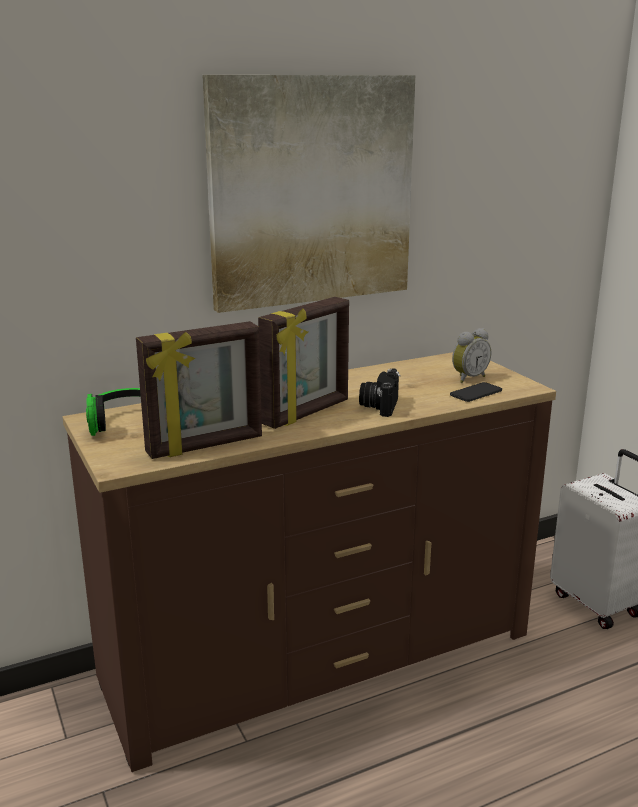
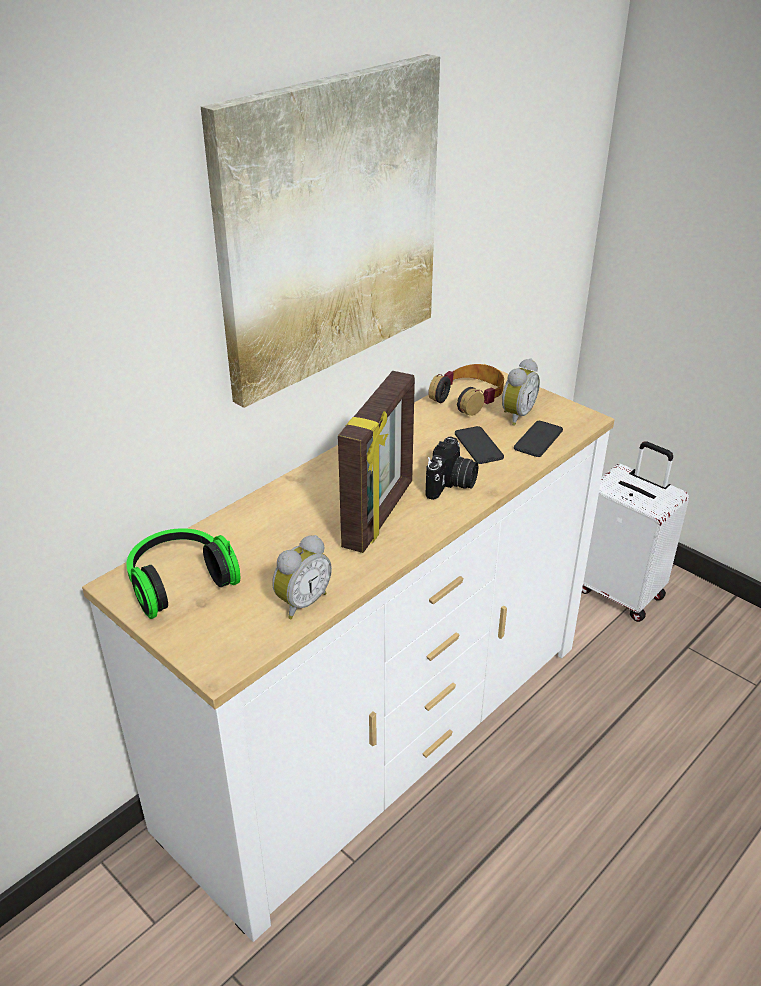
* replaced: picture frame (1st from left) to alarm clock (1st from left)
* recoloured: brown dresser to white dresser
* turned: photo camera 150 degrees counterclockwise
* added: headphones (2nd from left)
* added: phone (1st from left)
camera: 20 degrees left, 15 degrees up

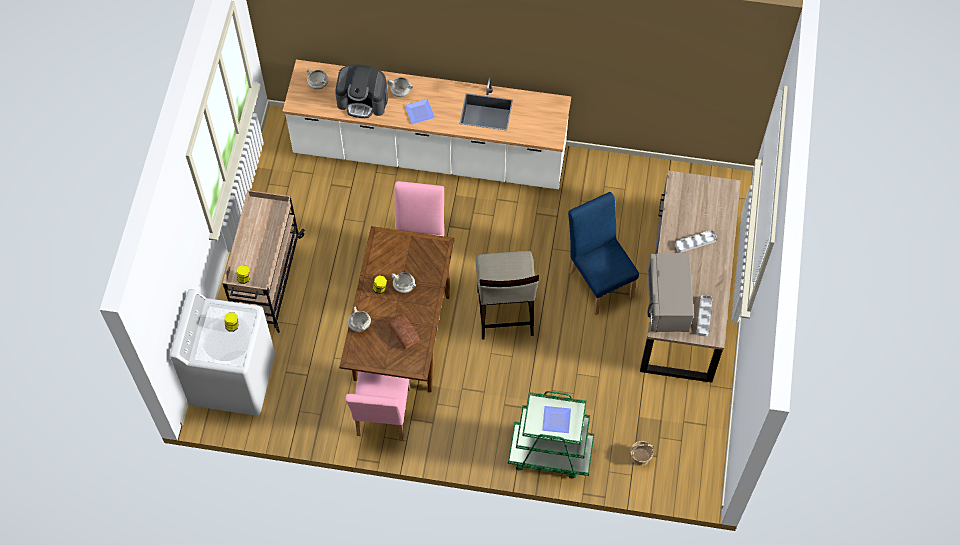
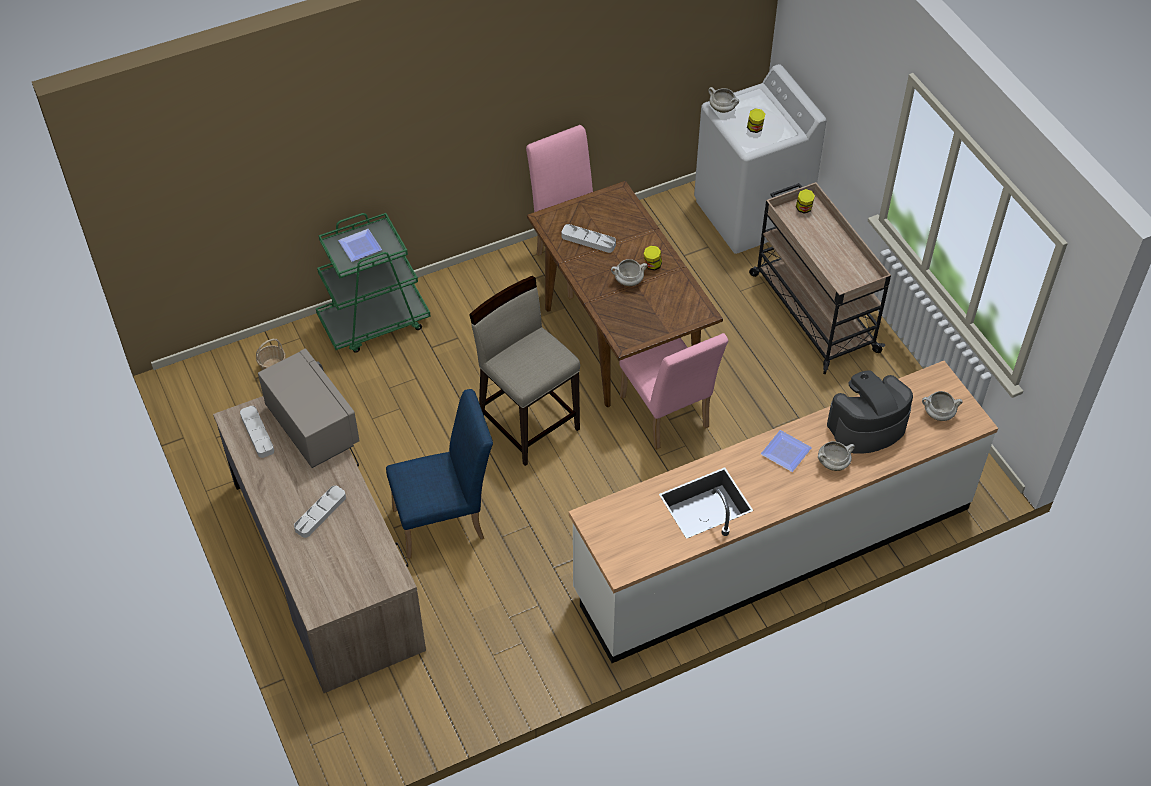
* turned: blue chair 45 degrees counterclockwise
* moved: white cooking pot (2nd from left)
* replaced: bread to grey tray (3rd from left)
camera: 145 degrees right, 10 degrees down

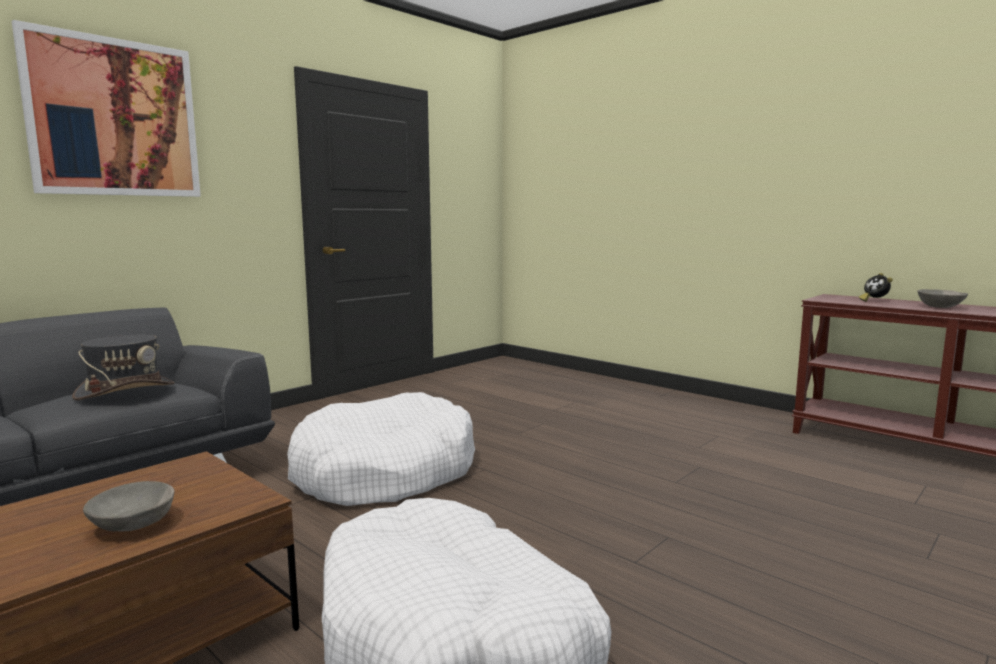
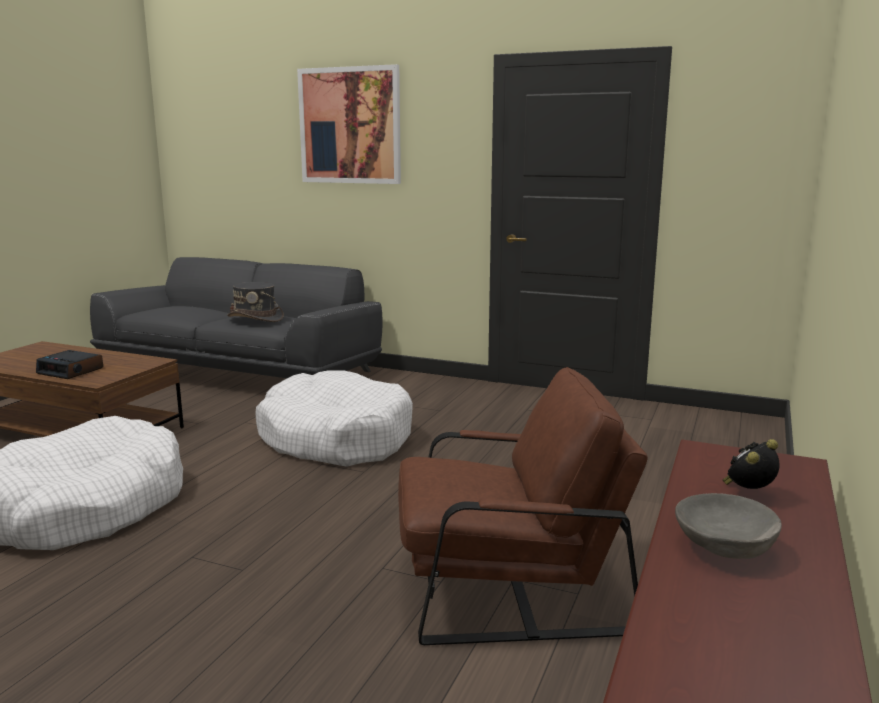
* replaced: grey bowl (1st from left) to alarm clock (1st from left)
* added: brown armchair
camera: 70 degrees right, 5 degrees up

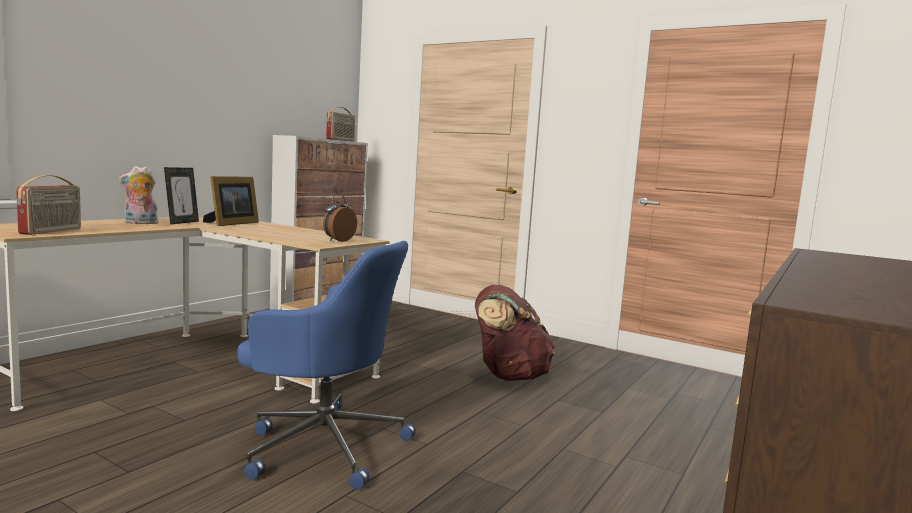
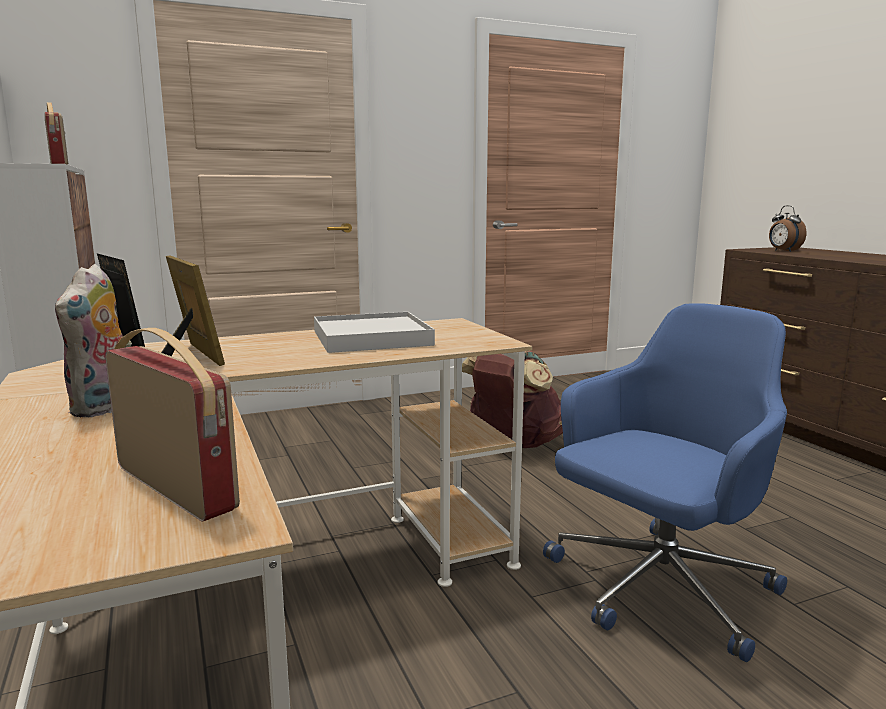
* moved: alarm clock
* added: white tray
camera: 55 degrees left, 5 degrees up

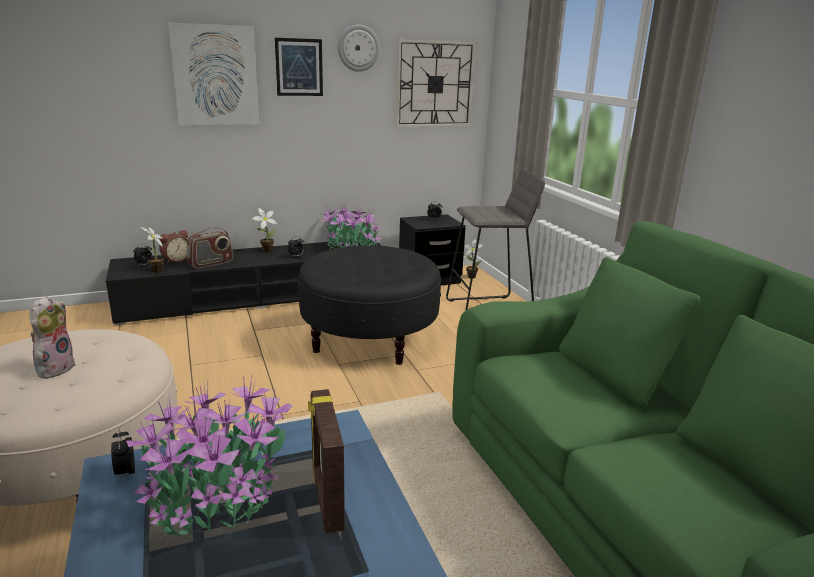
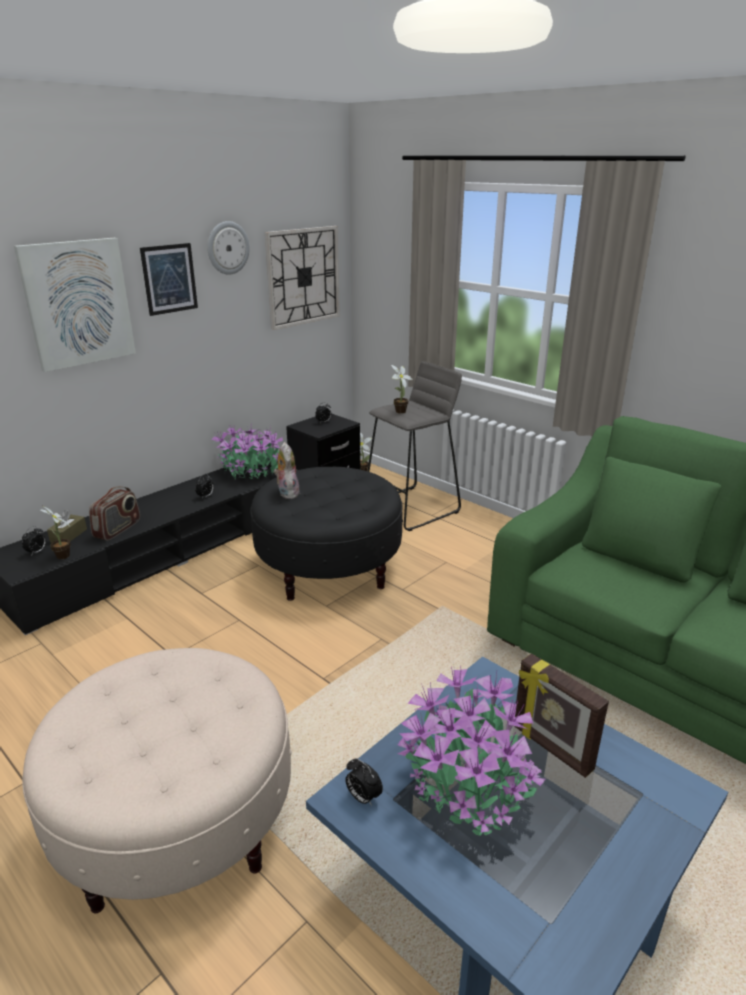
* moved: potted plant (3rd from left in the first image) to potted plant (4th from left)
* replaced: alarm clock (3rd from left) to brown tissue box
* moved: plush toy
camera: 25 degrees left, 5 degrees up

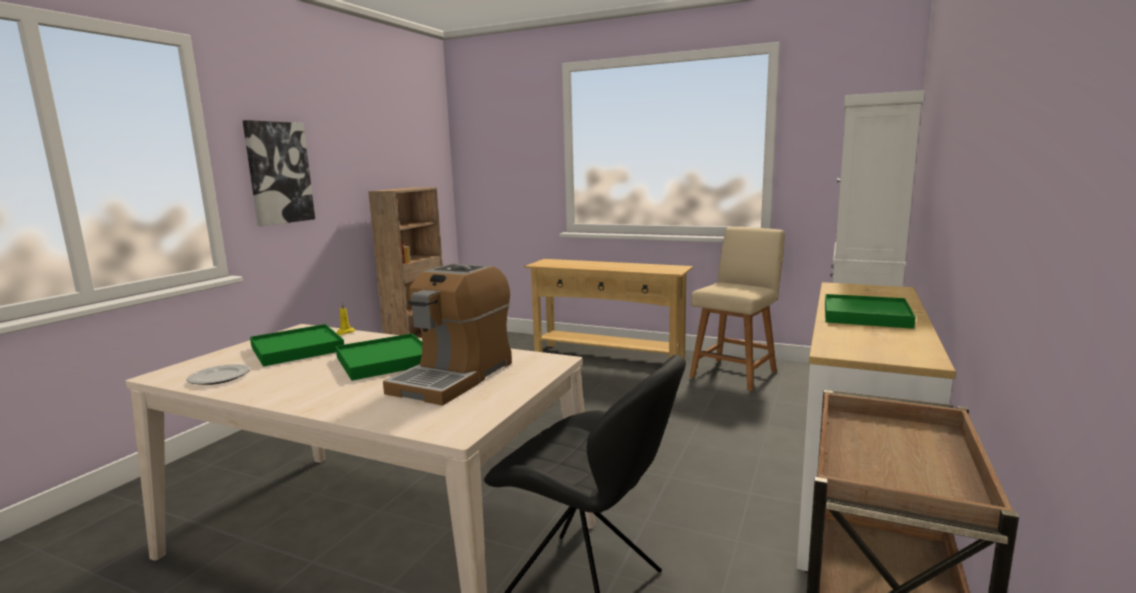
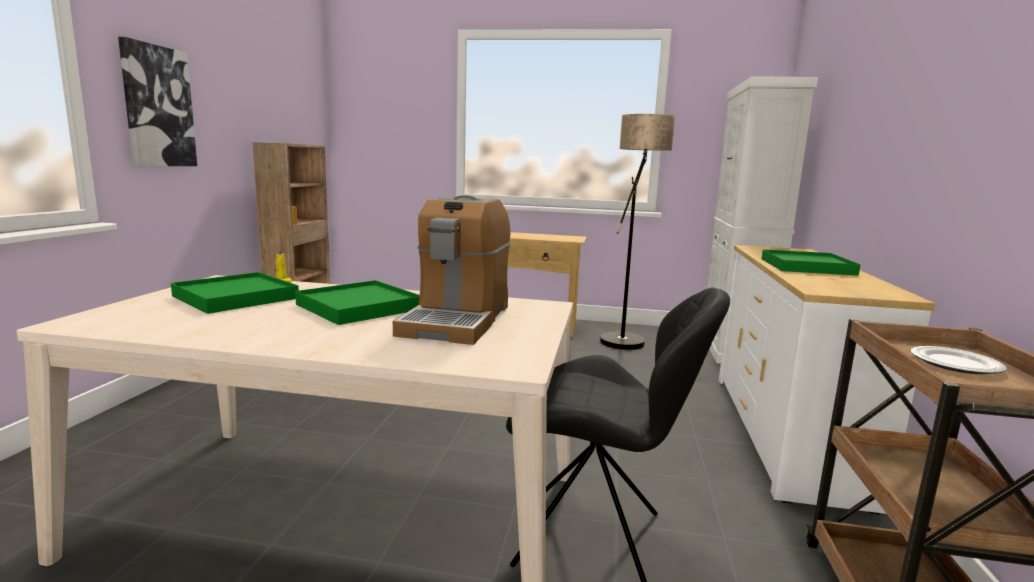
* replaced: beige chair to floor lamp
* moved: plate
camera: 15 degrees left, 0 degrees up

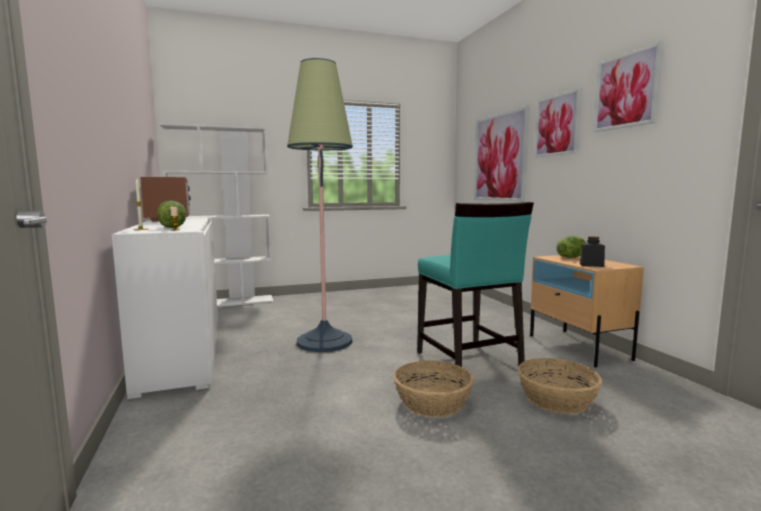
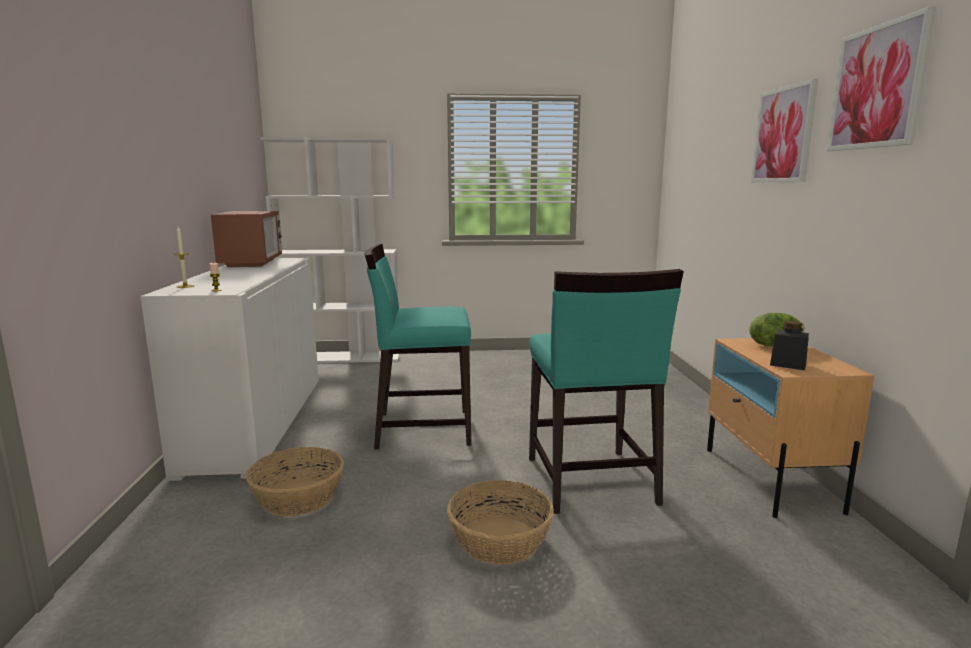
* replaced: floor lamp to turquoise chair (1st from left)
* removed: picture (1st from left)
* removed: lettuce (1st from left)
* moved: basket (2nd from left in the first image) to basket (1st from left)
camera: 15 degrees right, 5 degrees up

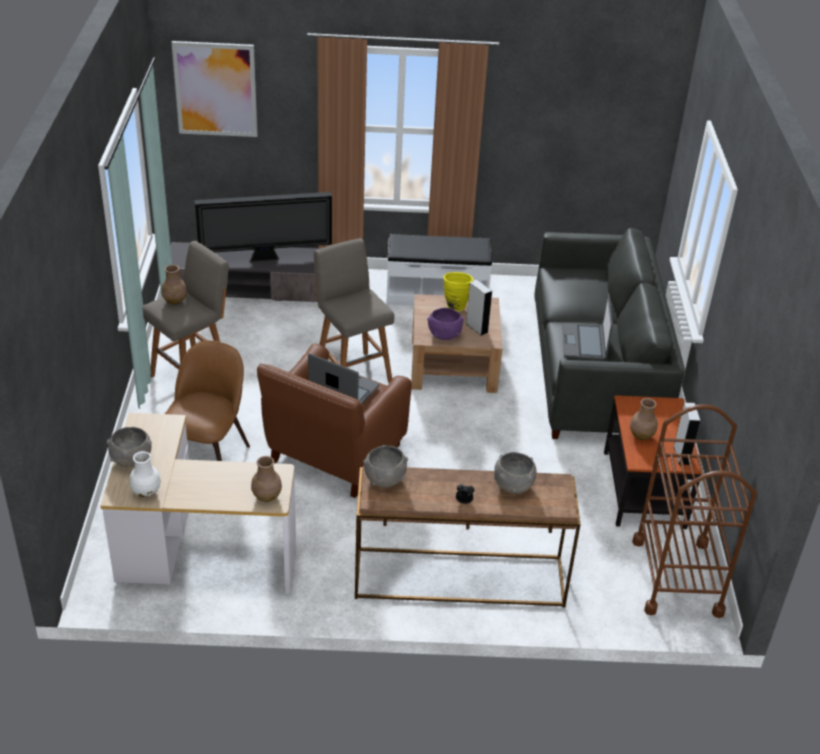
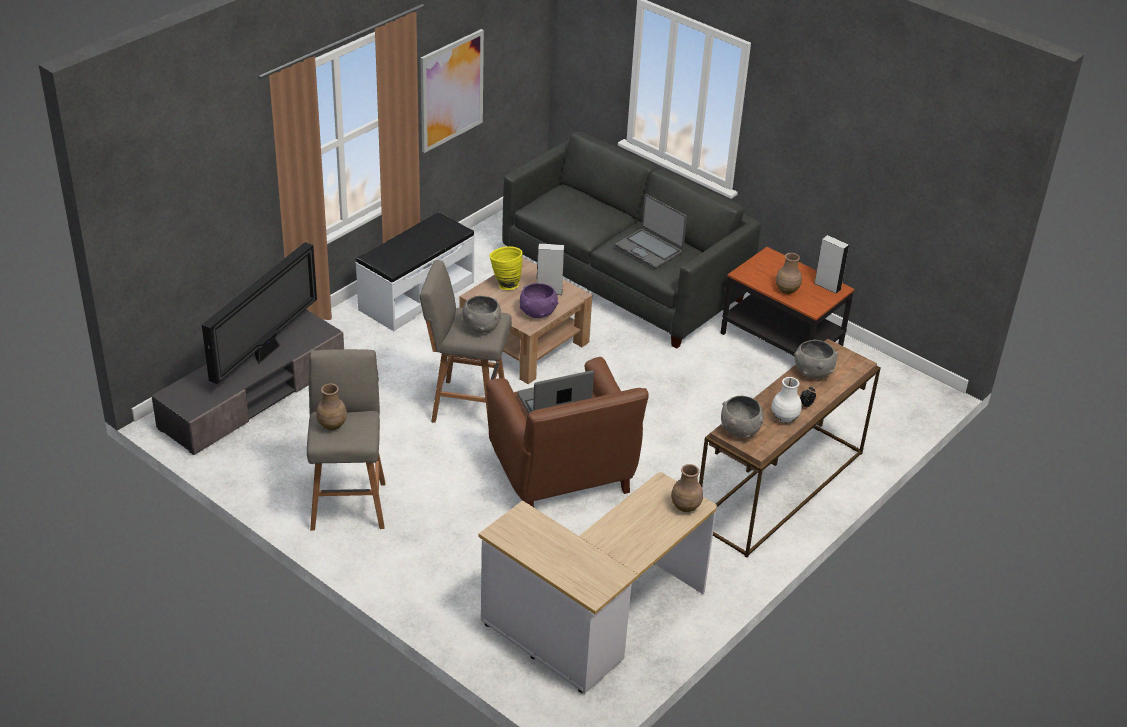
* moved: picture
* removed: brown chair
* removed: brown cart
* moved: grey bowl (1st from left)
* moved: white vase
camera: 50 degrees left, 0 degrees up

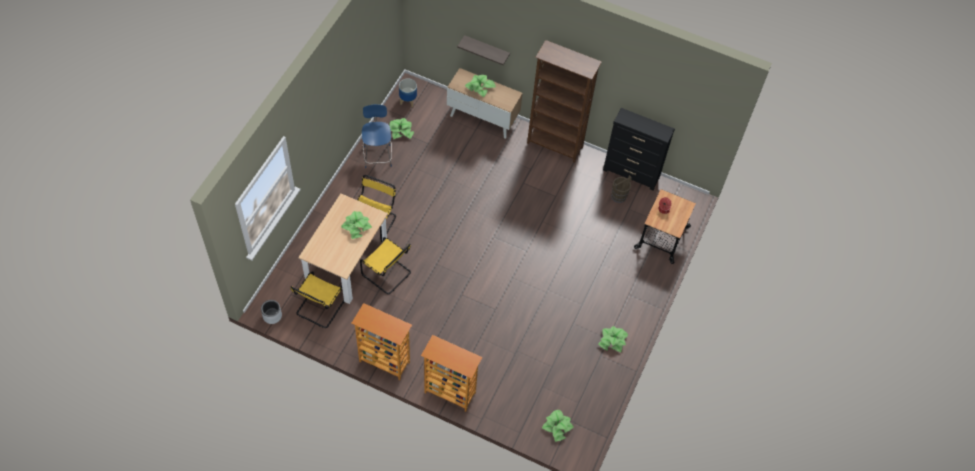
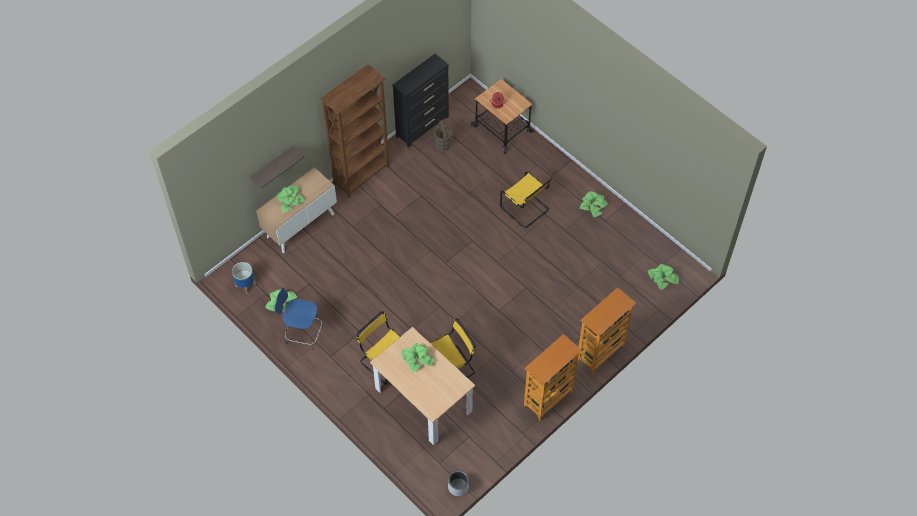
* moved: yellow chair (1st from left in the first image) to yellow chair (3rd from left)
camera: 65 degrees left, 0 degrees up

